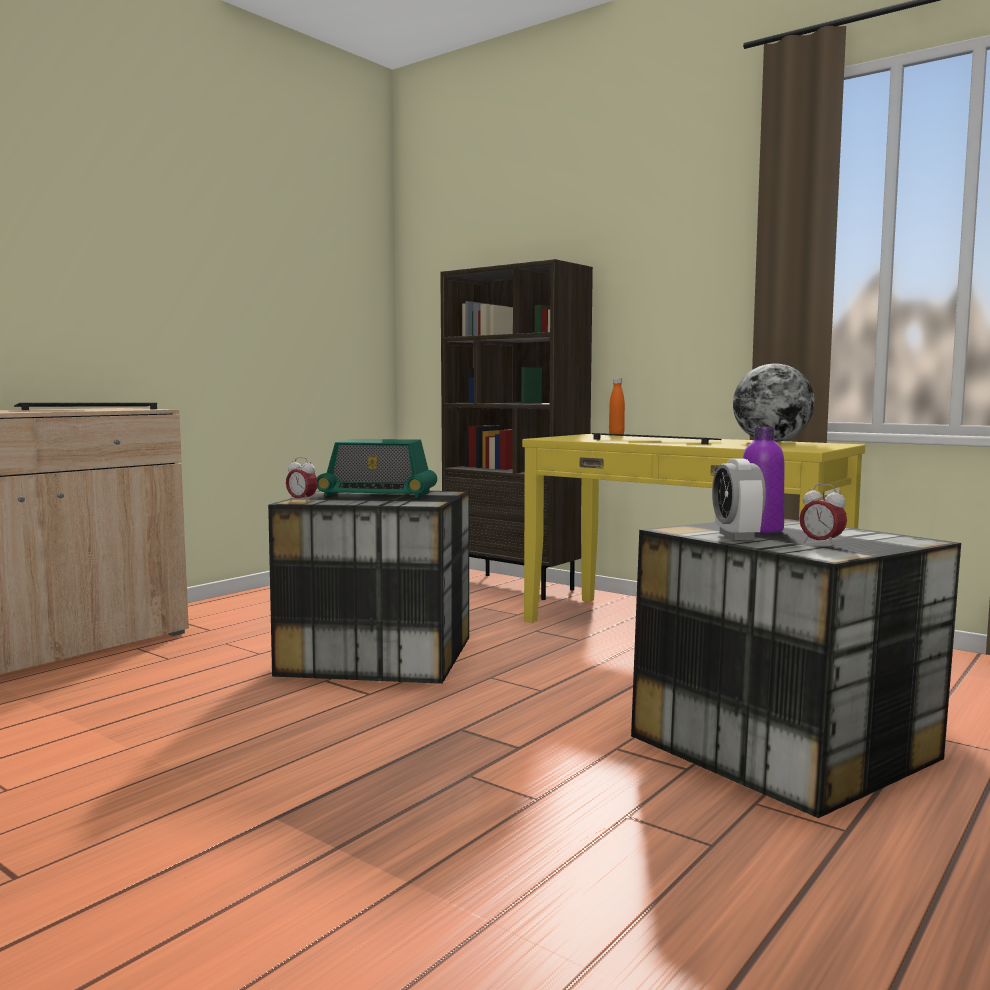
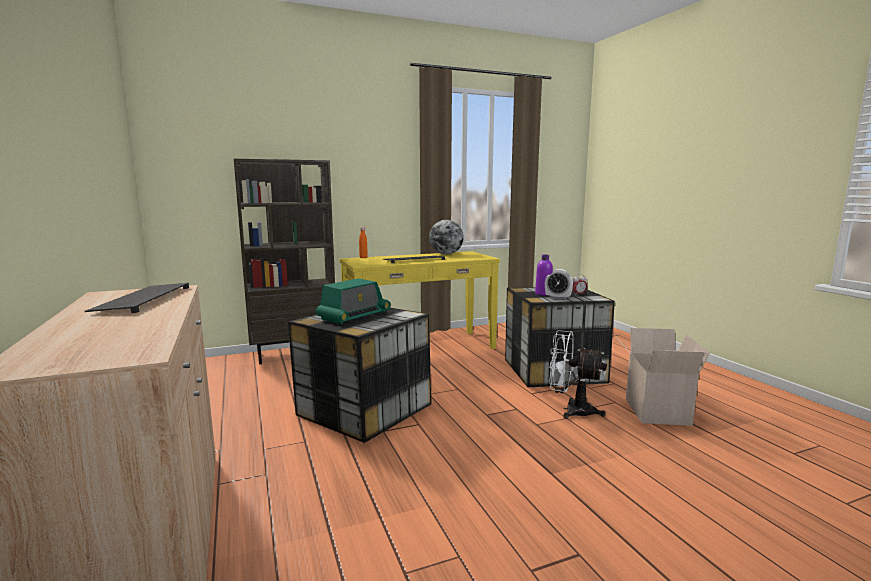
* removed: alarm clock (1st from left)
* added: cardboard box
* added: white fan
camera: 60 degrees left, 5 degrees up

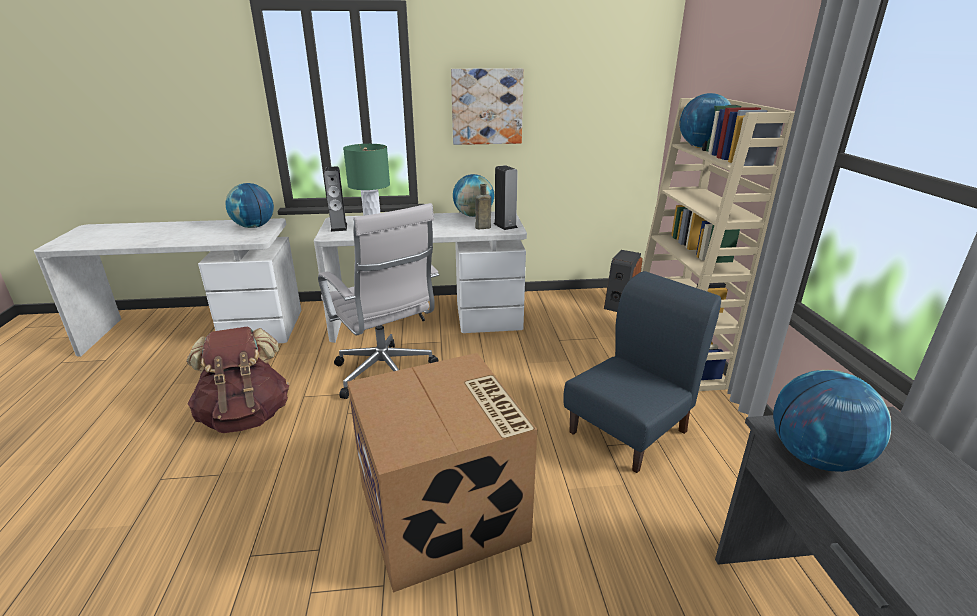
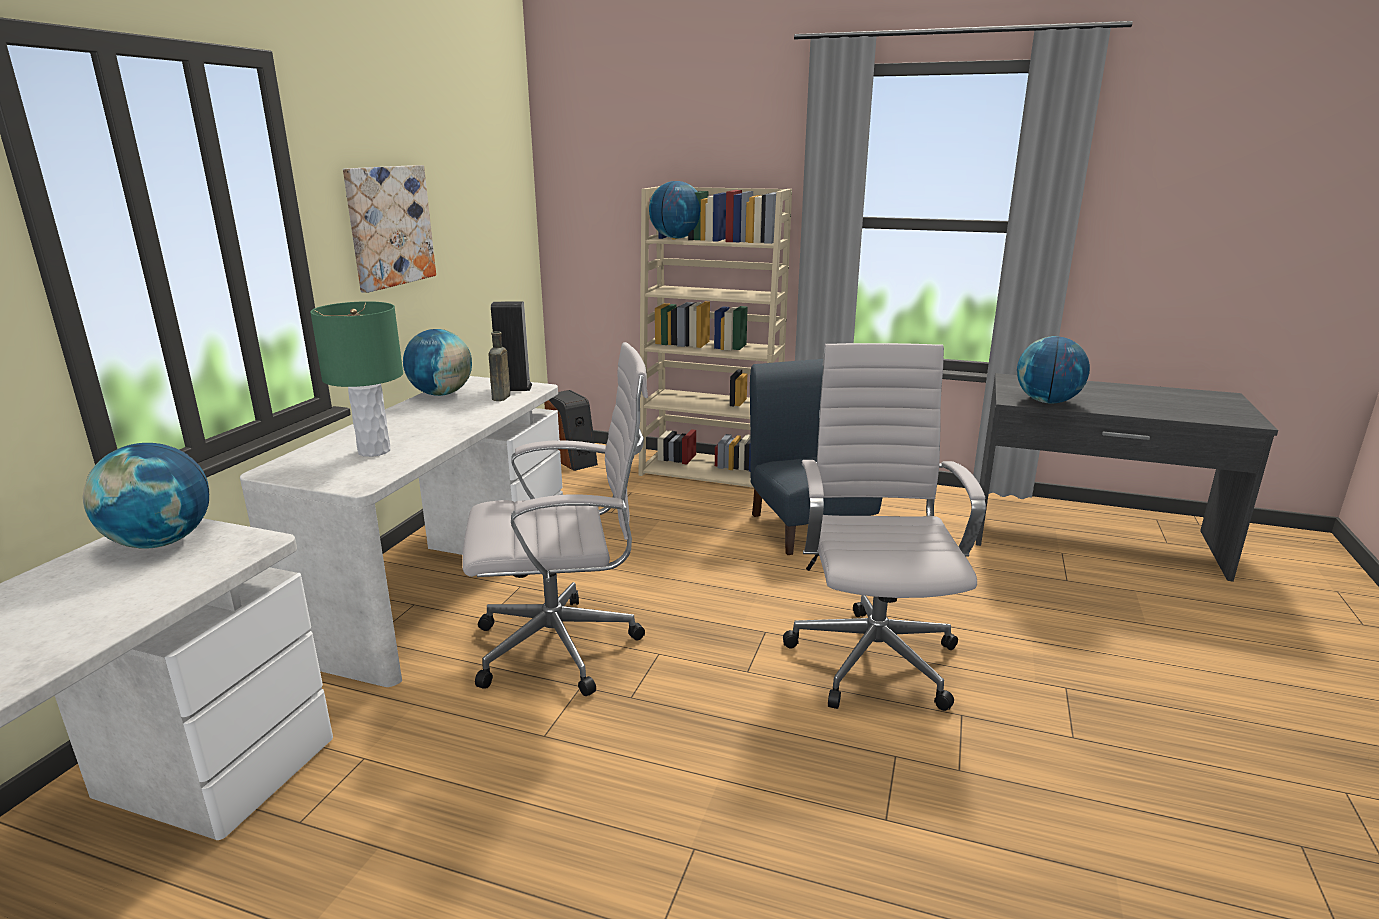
* removed: speaker (1st from left)
* removed: brown backpack
* replaced: cardboard box to white office chair (2nd from left)
camera: 65 degrees left, 5 degrees down

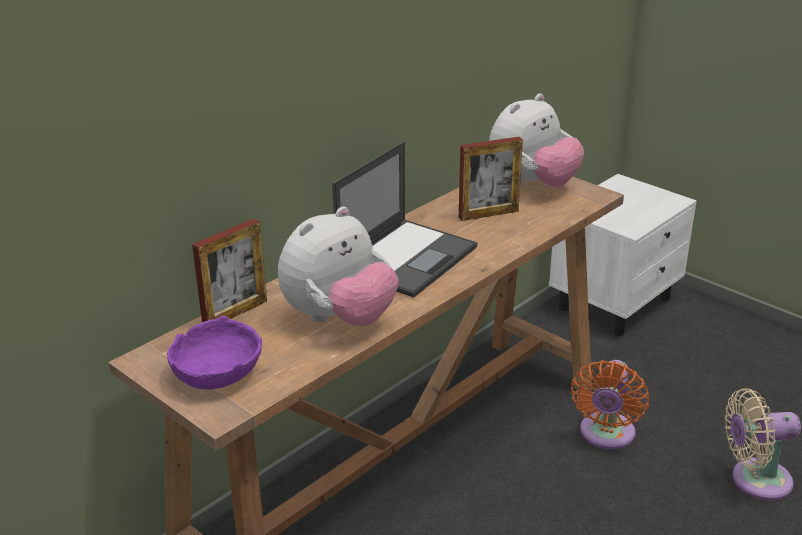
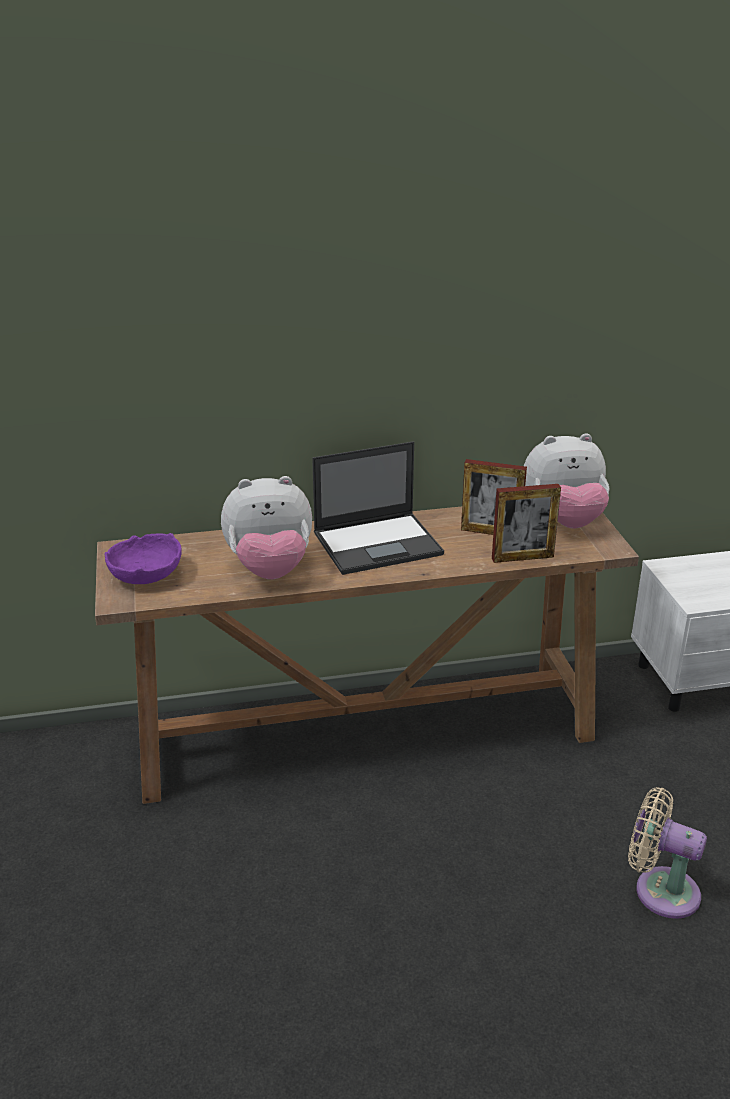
* moved: picture frame (1st from left in the first image) to picture frame (2nd from left)
* removed: orange fan
camera: 35 degrees right, 0 degrees up

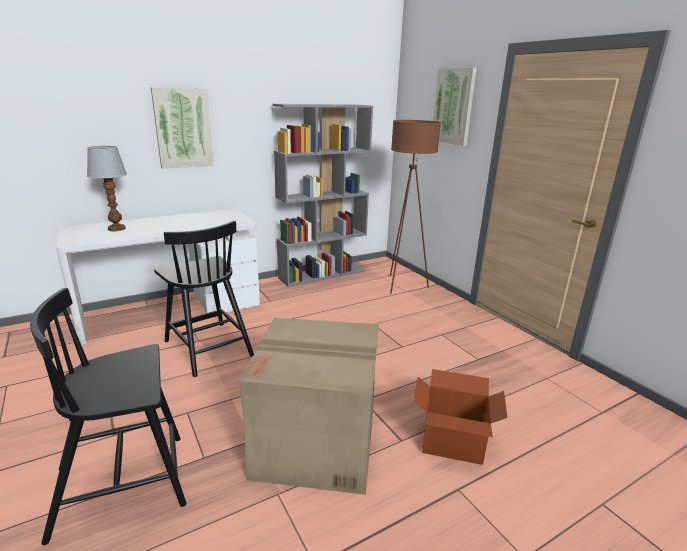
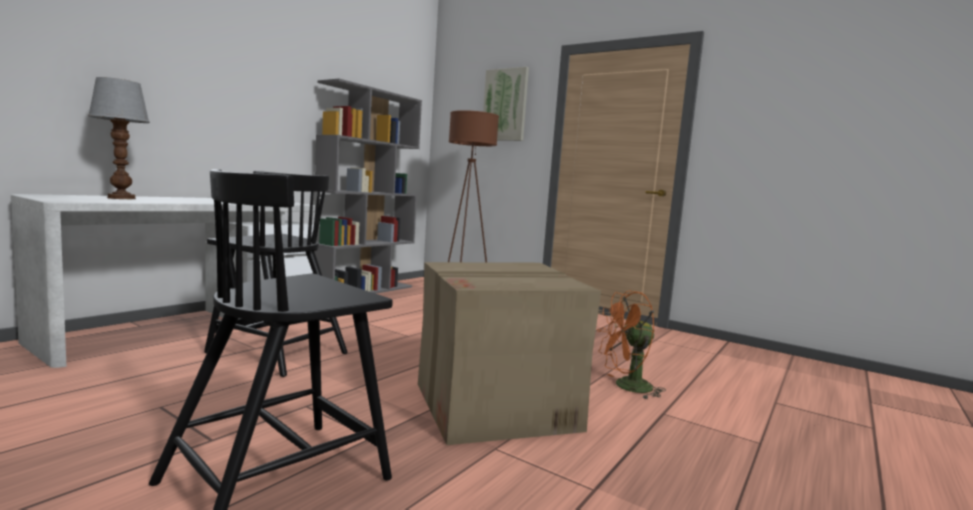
* removed: picture (1st from left)
* replaced: cardboard box (2nd from left) to orange fan
camera: 25 degrees left, 15 degrees down

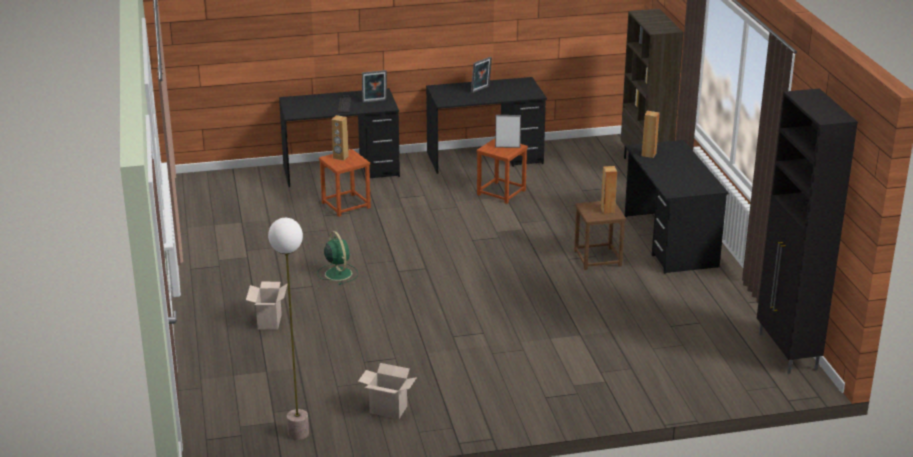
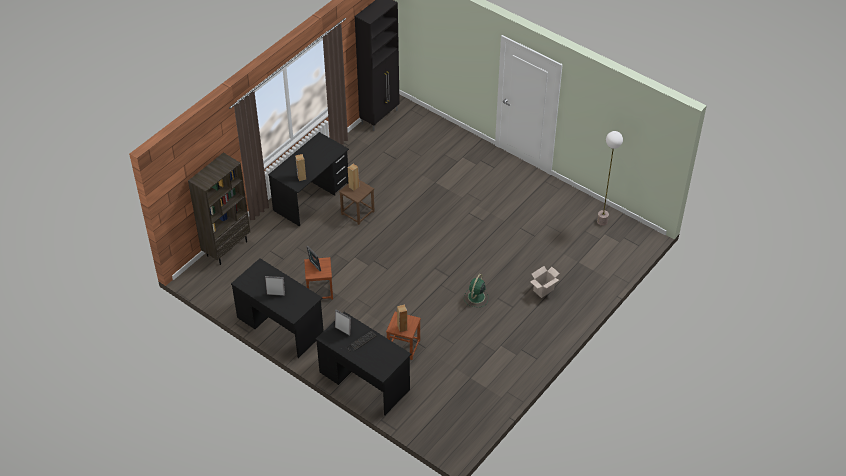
* removed: cardboard box (2nd from left)
camera: 130 degrees left, 20 degrees up

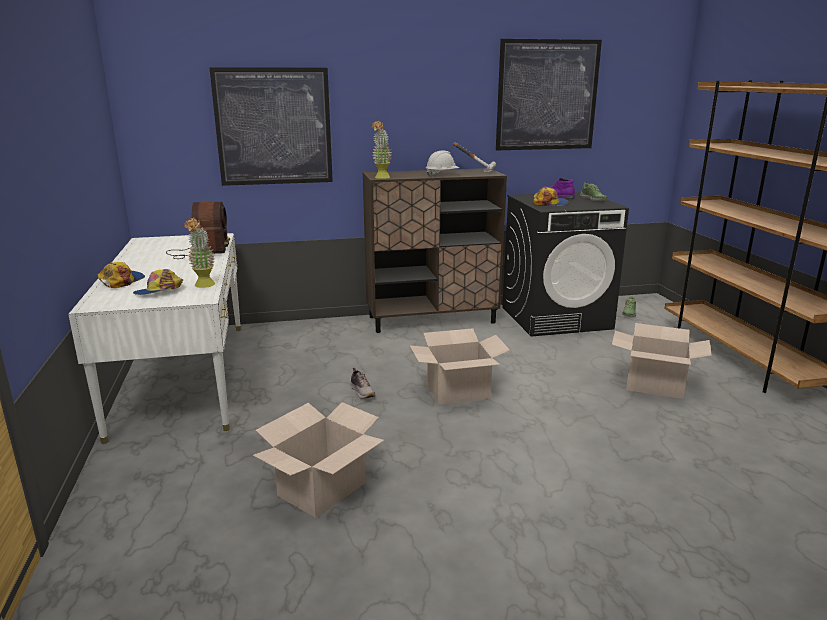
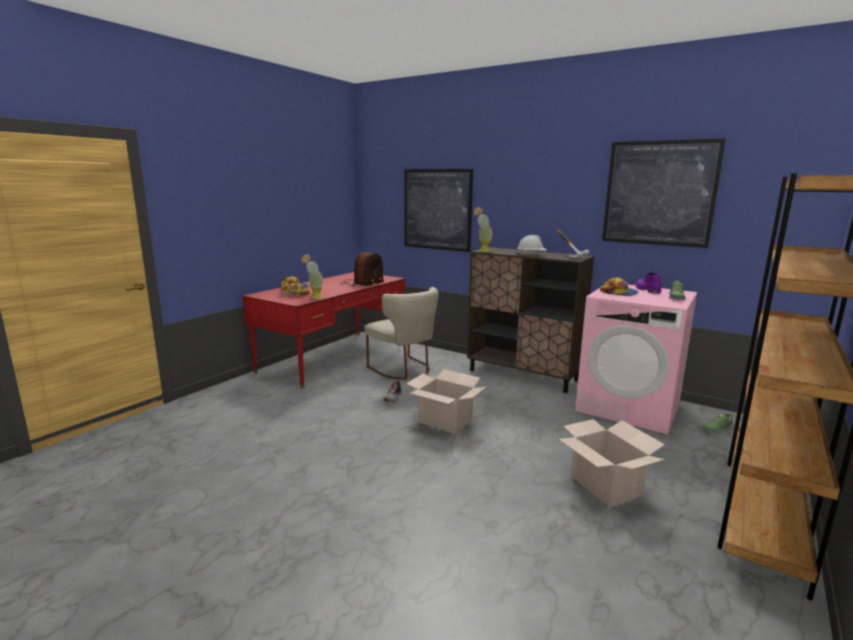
* recoloured: black washing machine to pink washing machine
* recoloured: white desk to red desk
* removed: cardboard box (1st from left)
* added: beige chair
camera: 45 degrees right, 5 degrees down

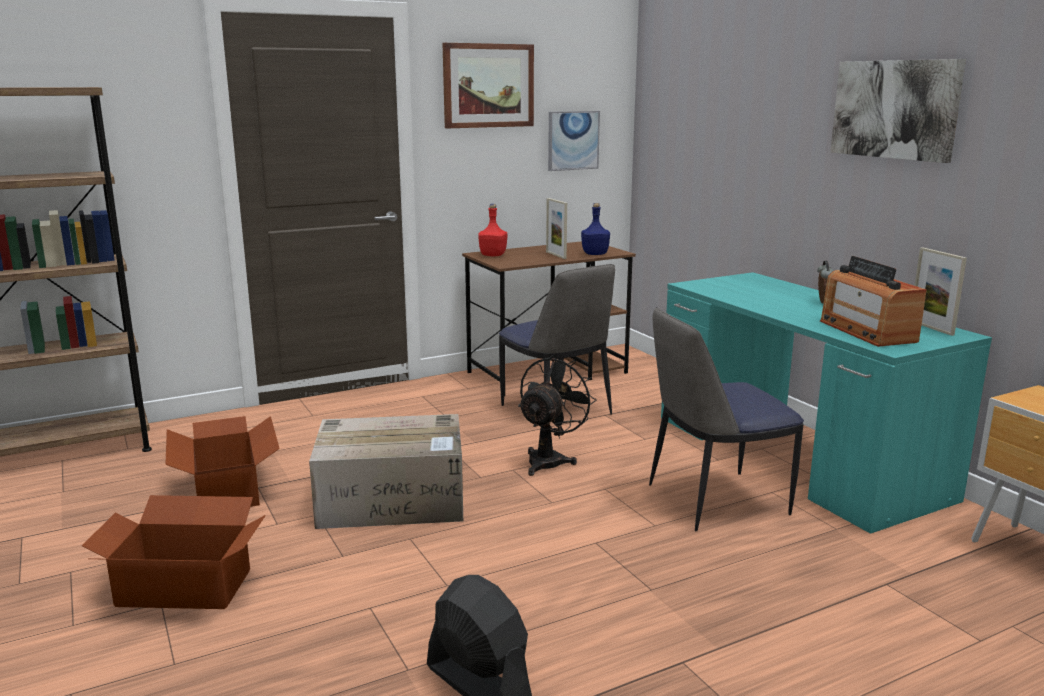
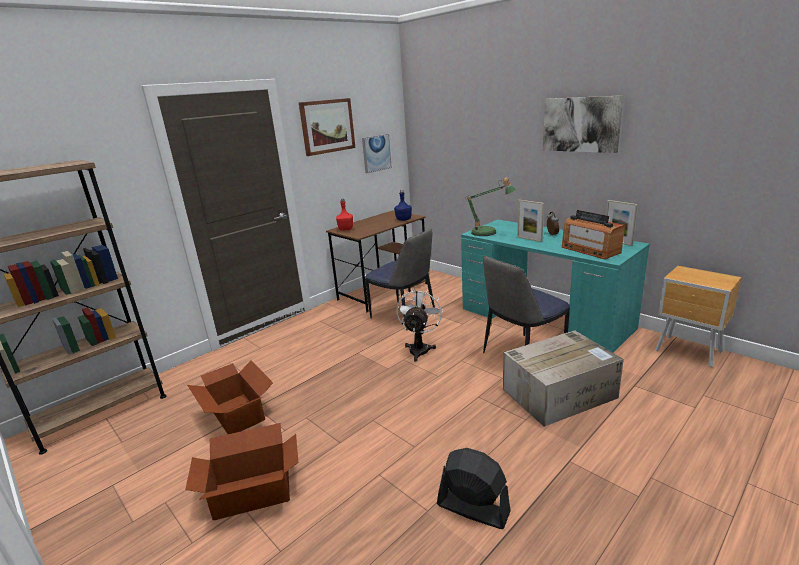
* moved: picture frame (1st from left)
* recoloured: black fan (2nd from left) to white fan
* moved: cardboard box (3rd from left)
* added: table lamp
camera: 15 degrees left, 5 degrees up

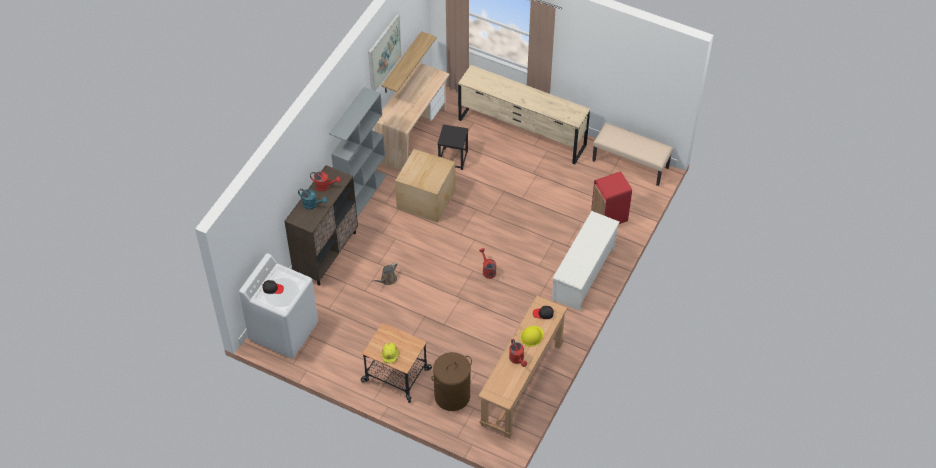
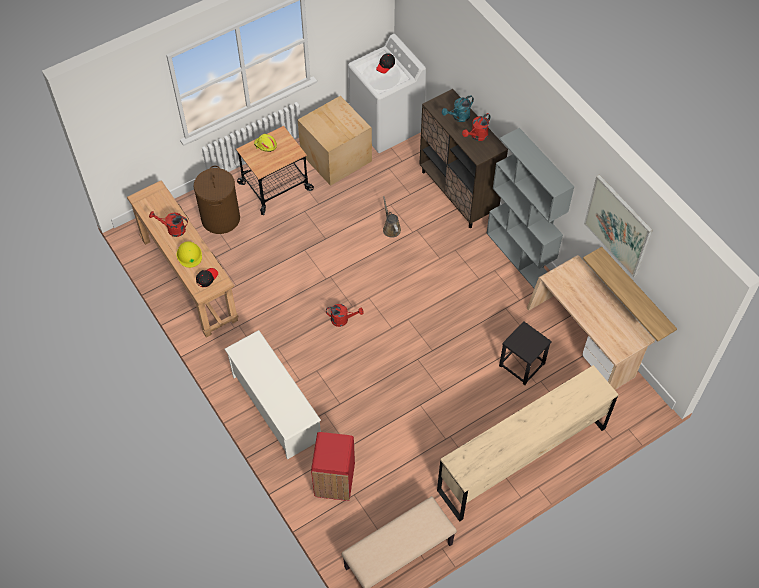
* moved: cardboard box
camera: 120 degrees right, 5 degrees up

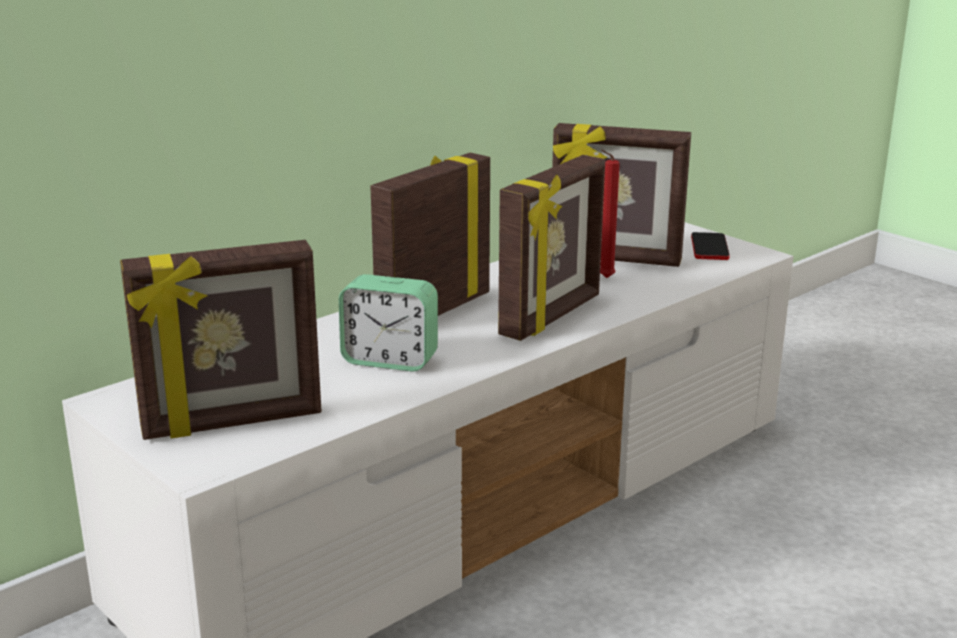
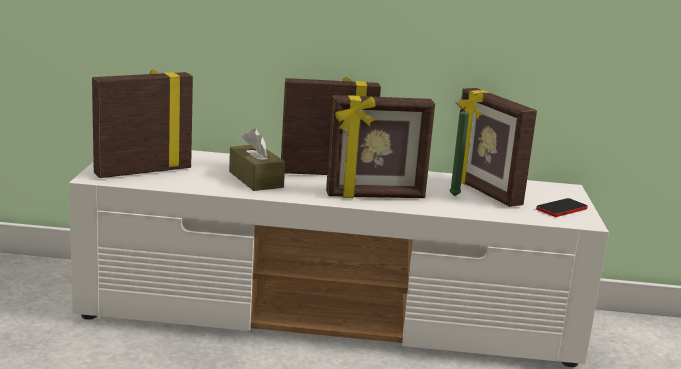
* recoloured: red candle to green candle
* turned: picture frame (1st from left) 120 degrees clockwise
* replaced: alarm clock to brown tissue box
camera: 45 degrees right, 5 degrees down

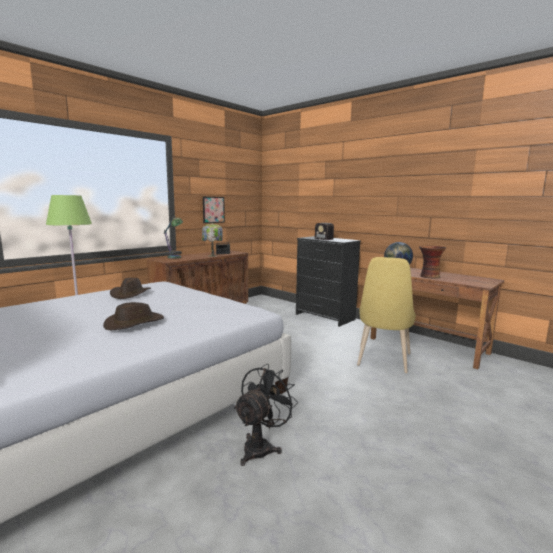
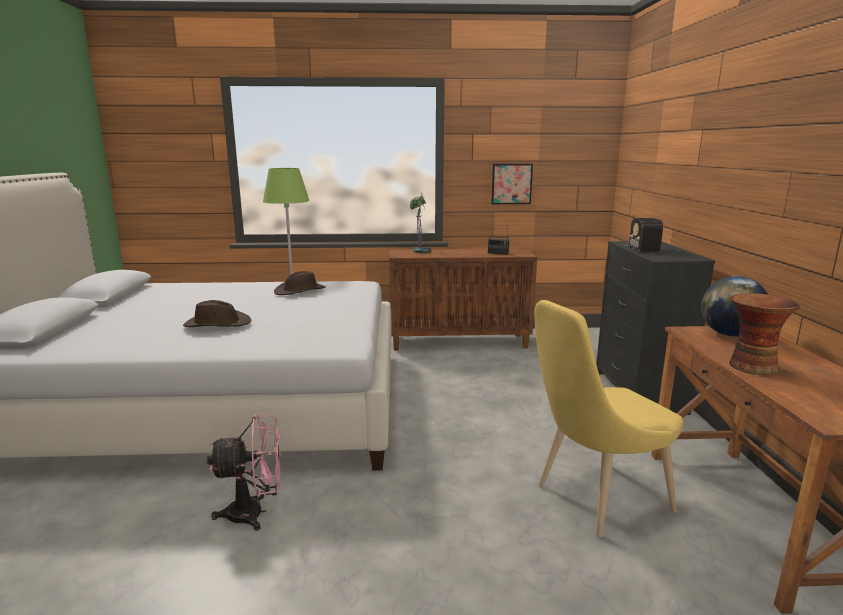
* removed: table lamp (2nd from left)
* recoloured: black fan to pink fan
camera: 45 degrees right, 5 degrees up

